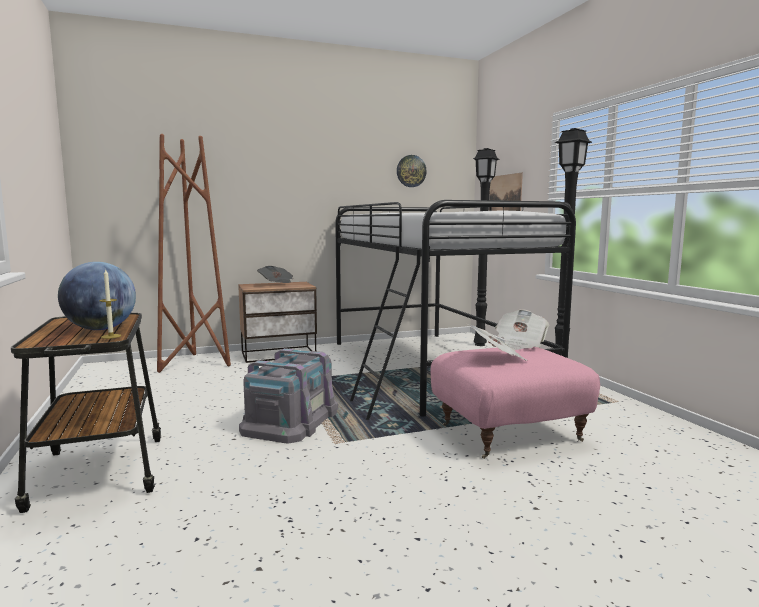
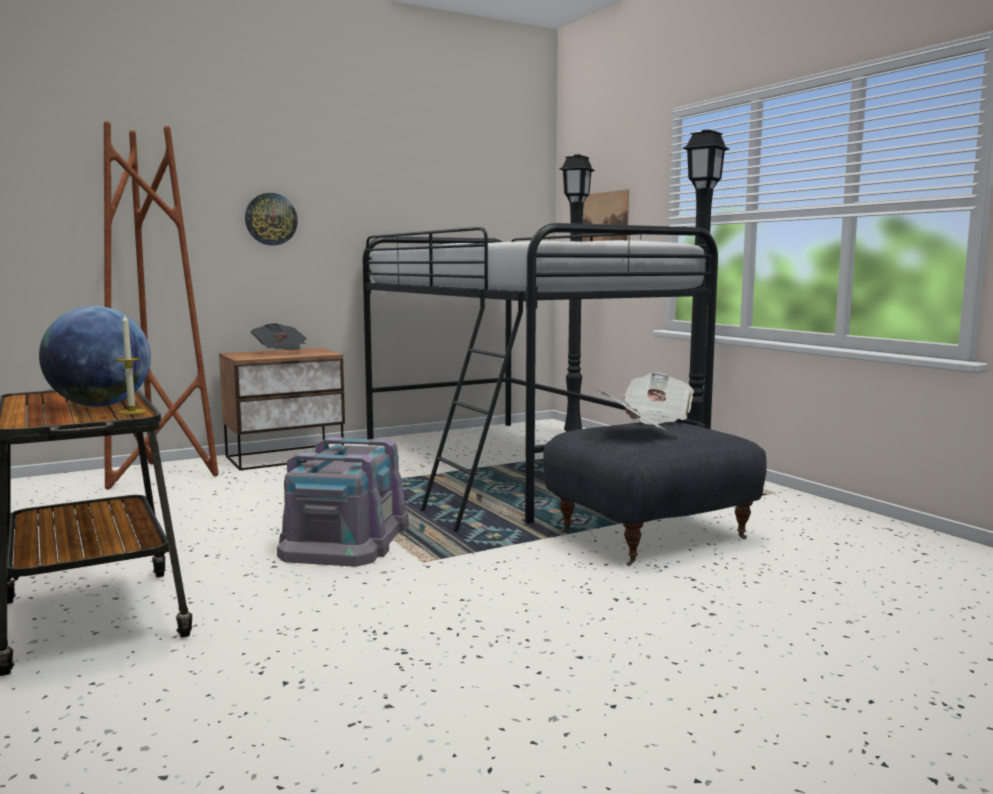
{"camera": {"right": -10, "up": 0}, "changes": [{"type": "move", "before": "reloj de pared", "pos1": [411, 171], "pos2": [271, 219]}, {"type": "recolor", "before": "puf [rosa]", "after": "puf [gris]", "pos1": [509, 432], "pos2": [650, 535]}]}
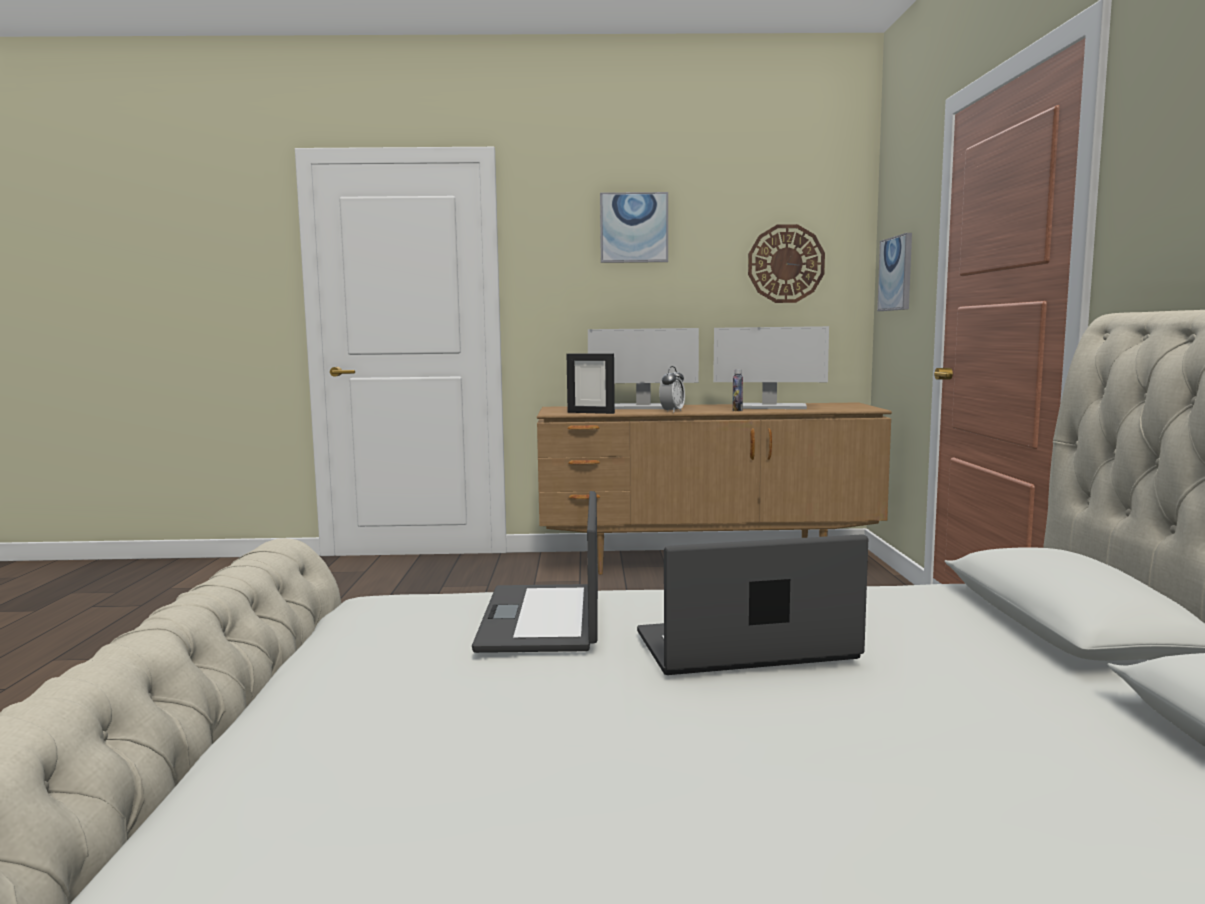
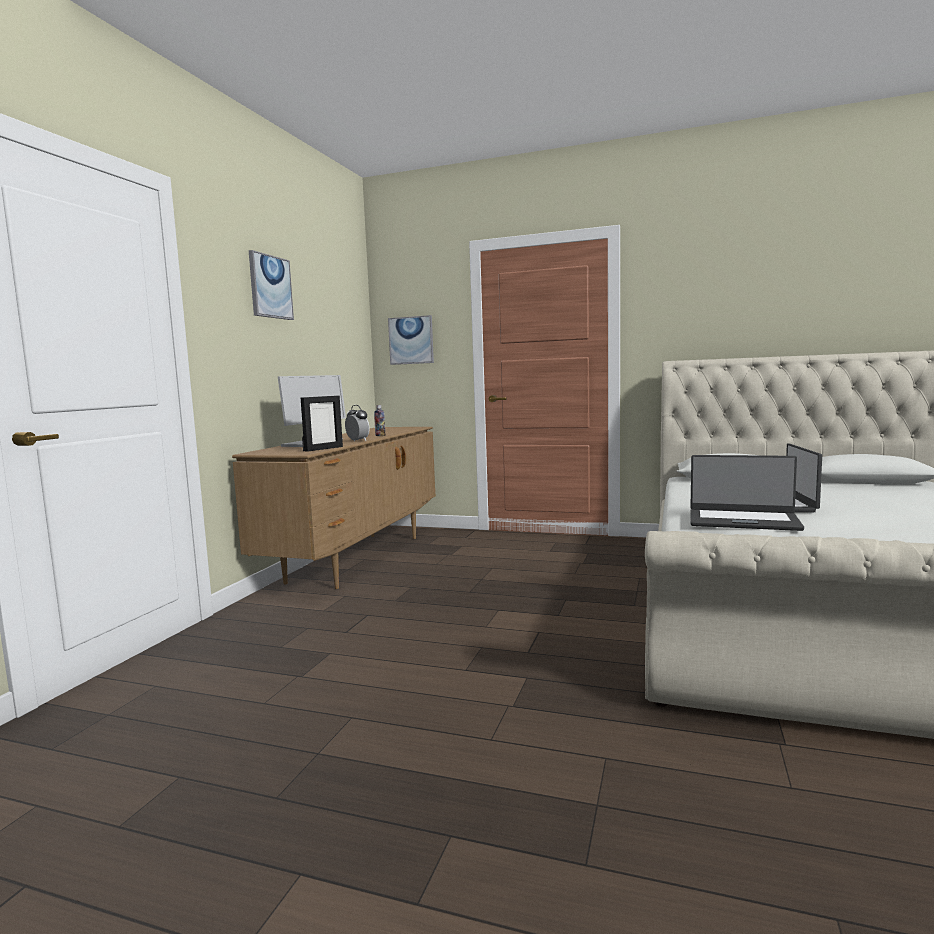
{"camera": {"right": -70, "up": 0}, "changes": [{"type": "delete", "before": "reloj de pared", "pos1": [786, 264]}, {"type": "delete", "before": "monitor", "pos1": [768, 407]}]}
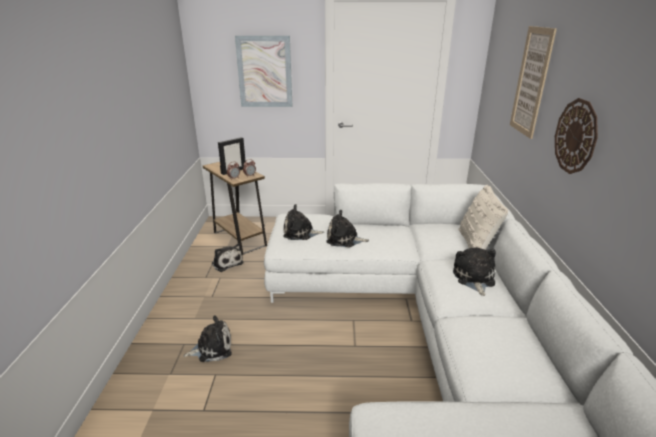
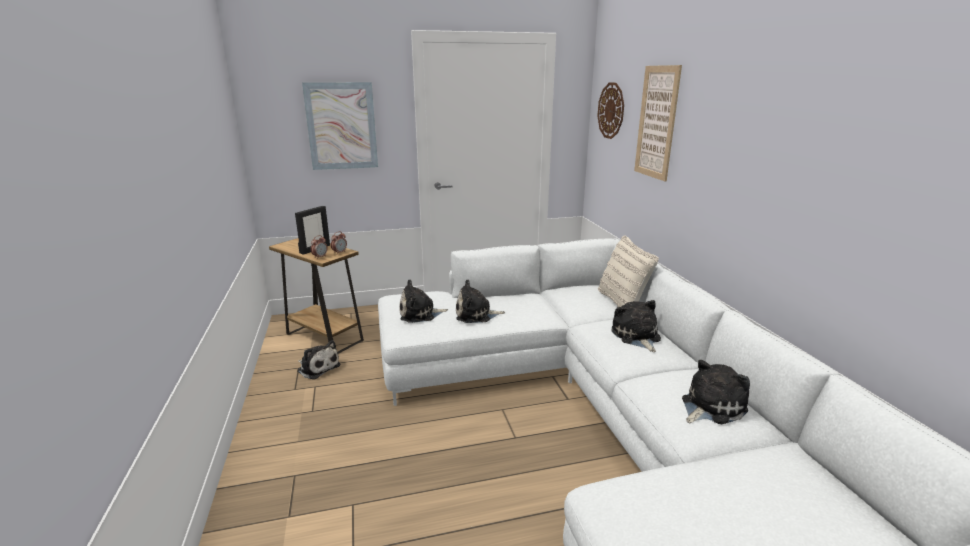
{"camera": {"right": -15, "up": -5}, "changes": [{"type": "move", "before": "reloj de pared", "pos1": [576, 136], "pos2": [611, 110]}, {"type": "move", "before": "peluche", "pos1": [212, 348], "pos2": [710, 406]}]}
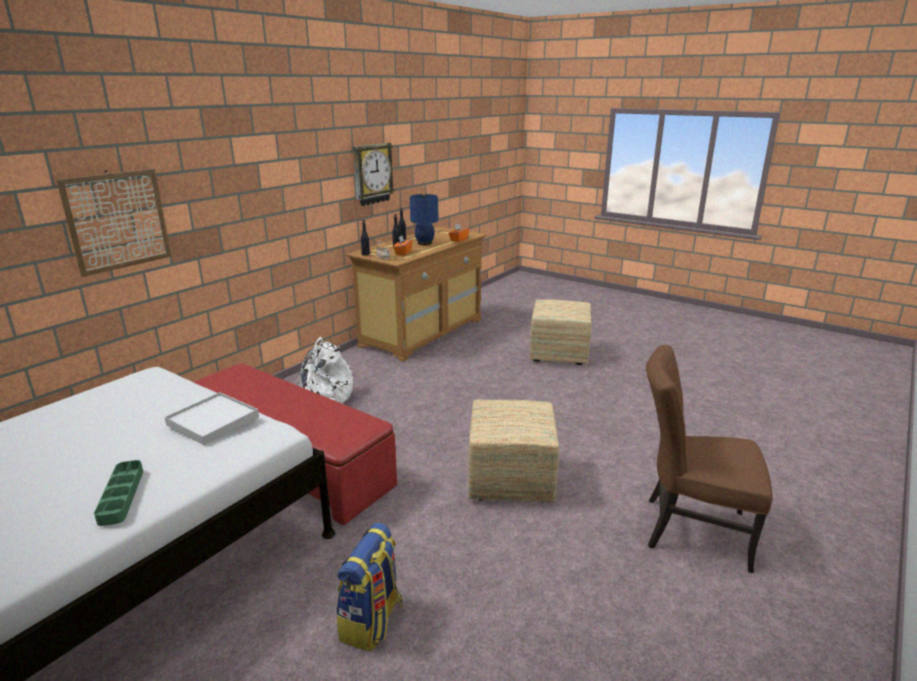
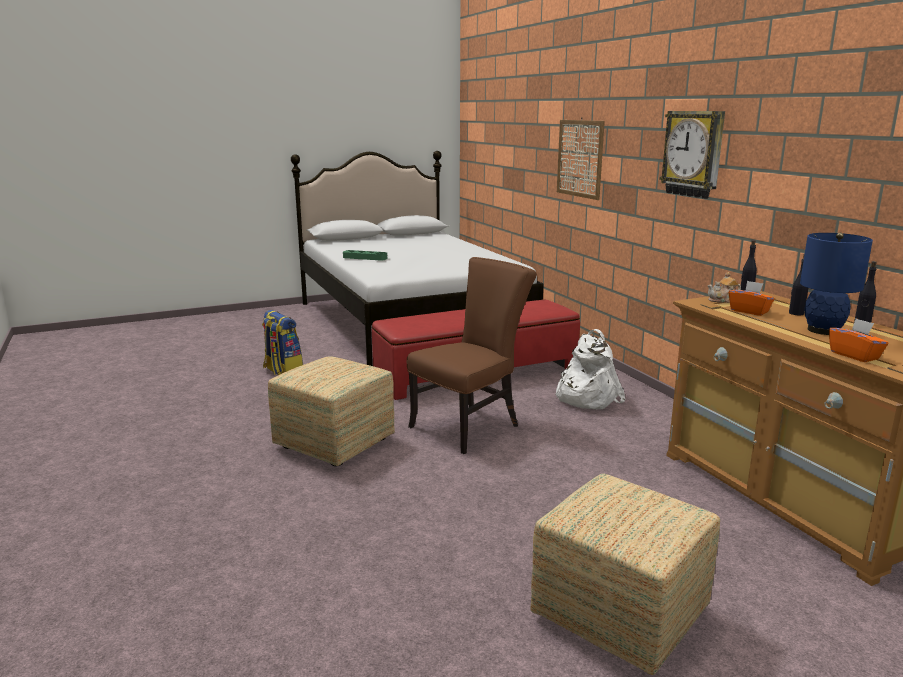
{"camera": {"right": 120, "up": -5}, "changes": [{"type": "move", "before": "reloj de pared", "pos1": [372, 174], "pos2": [693, 154]}, {"type": "move", "before": "silla [marrón]", "pos1": [688, 529], "pos2": [470, 425]}, {"type": "delete", "before": "bandeja [blanco]", "pos1": [213, 421]}]}
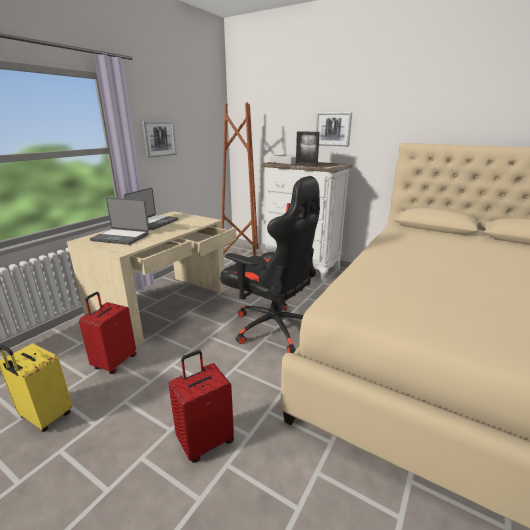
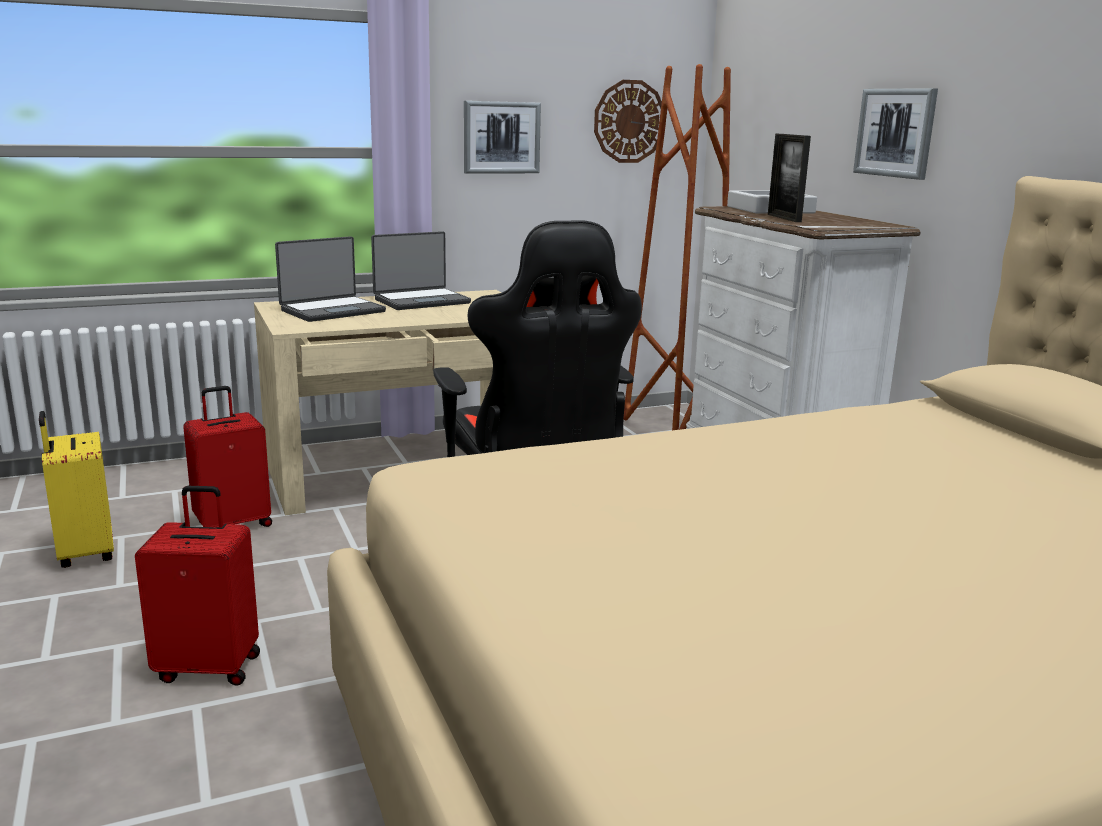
{"camera": {"right": 35, "up": -5}, "changes": [{"type": "rotate", "before": "portátil", "pos1": [121, 237], "pos2": [332, 311], "turn": -90}, {"type": "insert", "after": "reloj de pared", "pos2": [629, 121]}]}
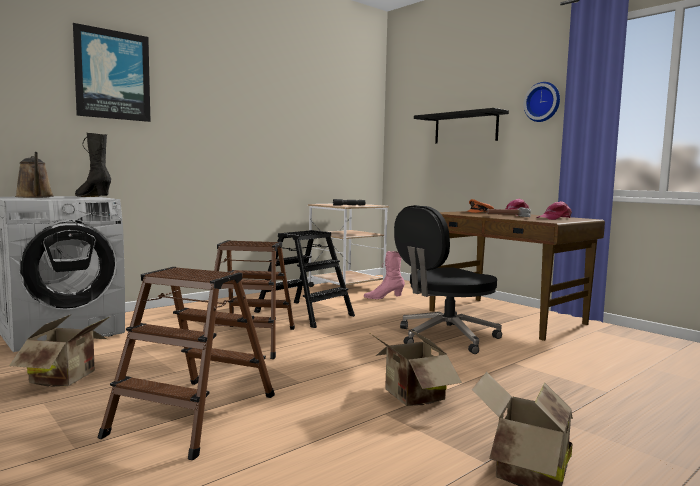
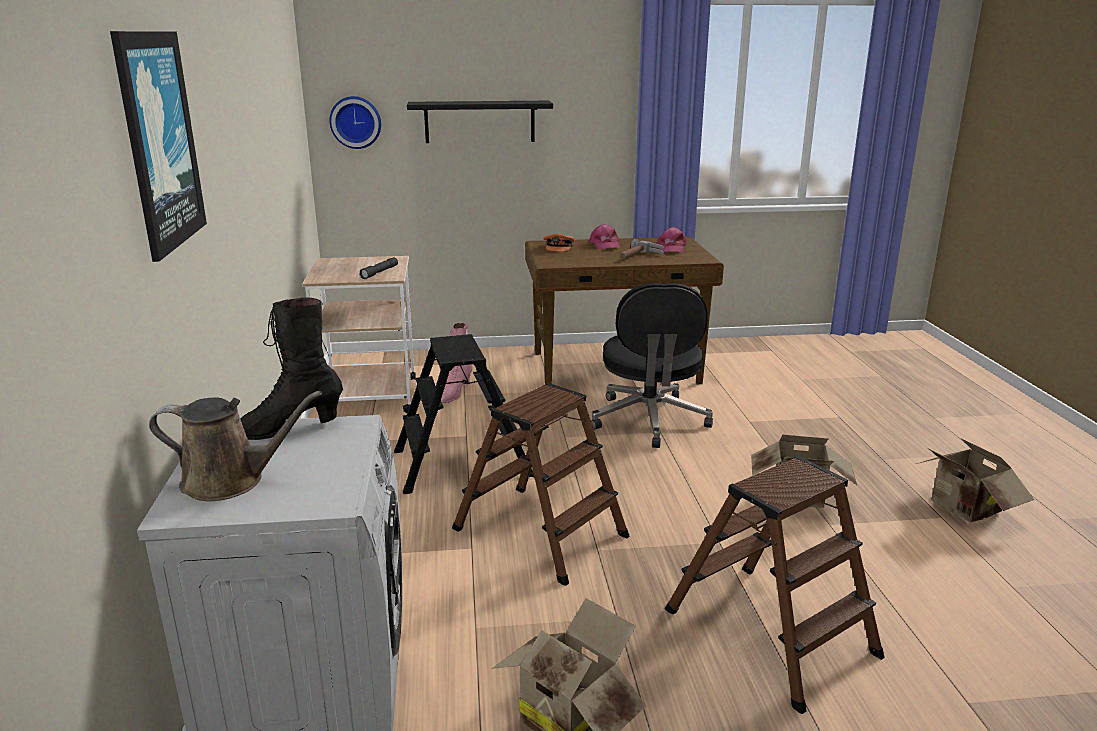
{"camera": {"right": -55, "up": 15}, "changes": [{"type": "move", "before": "reloj de pared", "pos1": [543, 102], "pos2": [356, 122]}]}
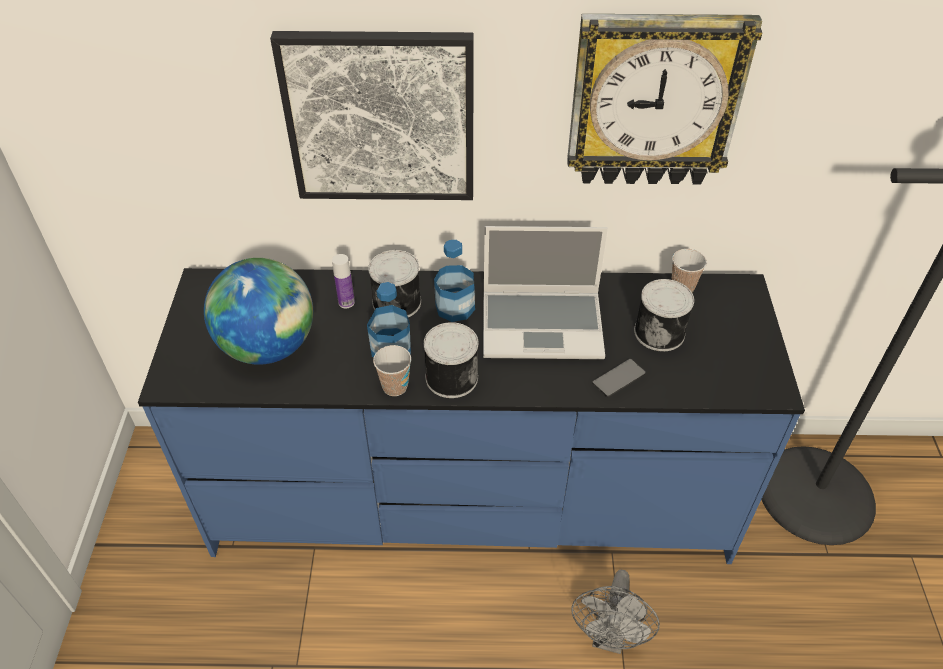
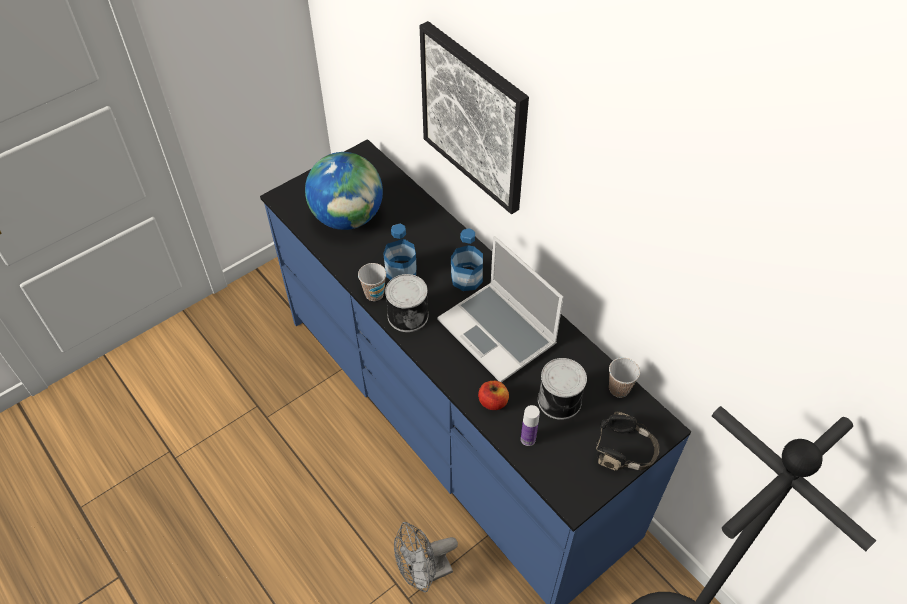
{"camera": {"right": 50, "up": 5}, "changes": [{"type": "delete", "before": "reloj de pared", "pos1": [654, 101]}, {"type": "delete", "before": "lata", "pos1": [397, 301]}, {"type": "move", "before": "botella", "pos1": [346, 302], "pos2": [528, 439]}, {"type": "replace", "before": "móvil", "after": "manzana", "pos1": [618, 378], "pos2": [493, 402]}, {"type": "insert", "after": "auriculares [negro]", "pos2": [625, 451]}]}
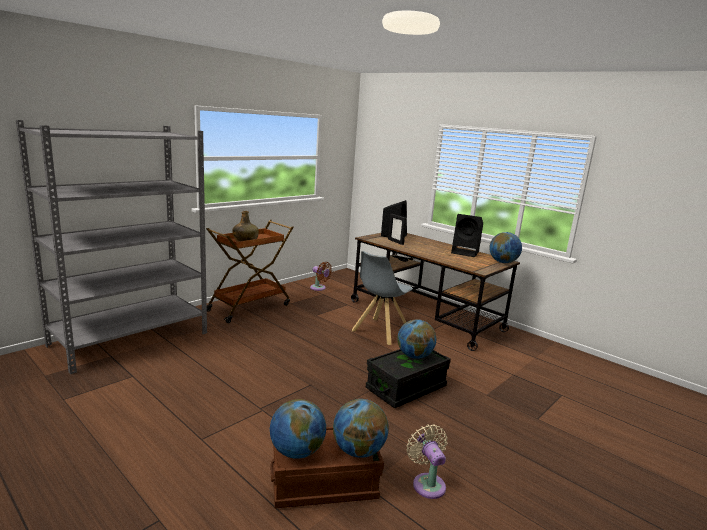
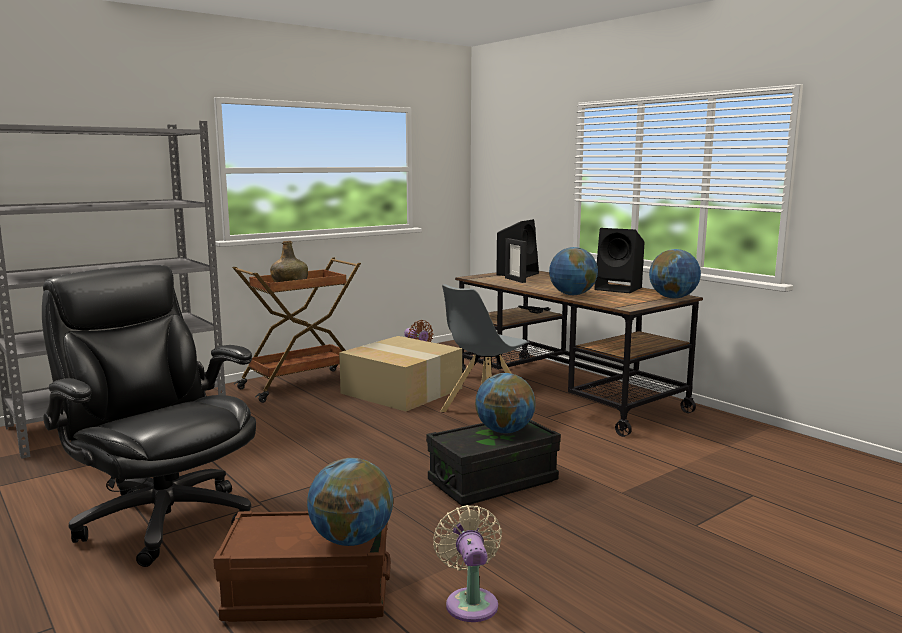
{"camera": {"right": 10, "up": -5}, "changes": [{"type": "move", "before": "globo terráqueo", "pos1": [297, 451], "pos2": [572, 295]}, {"type": "insert", "after": "silla de oficina [negro]", "pos2": [164, 519]}, {"type": "insert", "after": "caja de cartón", "pos2": [399, 391]}]}
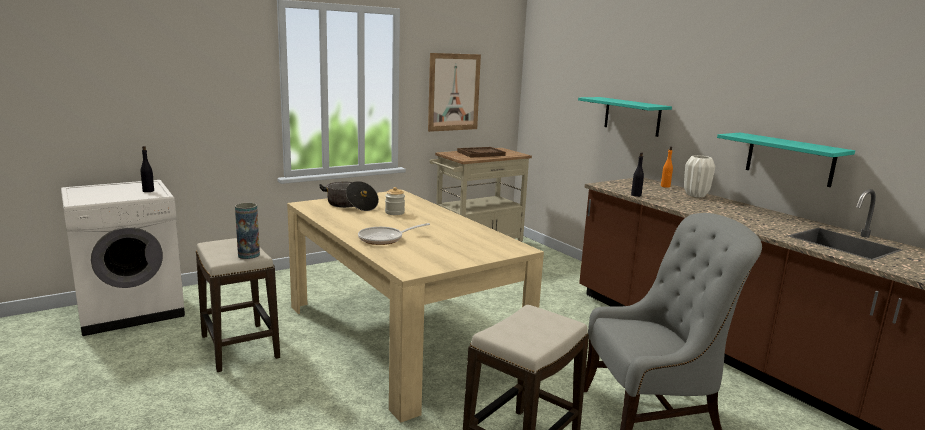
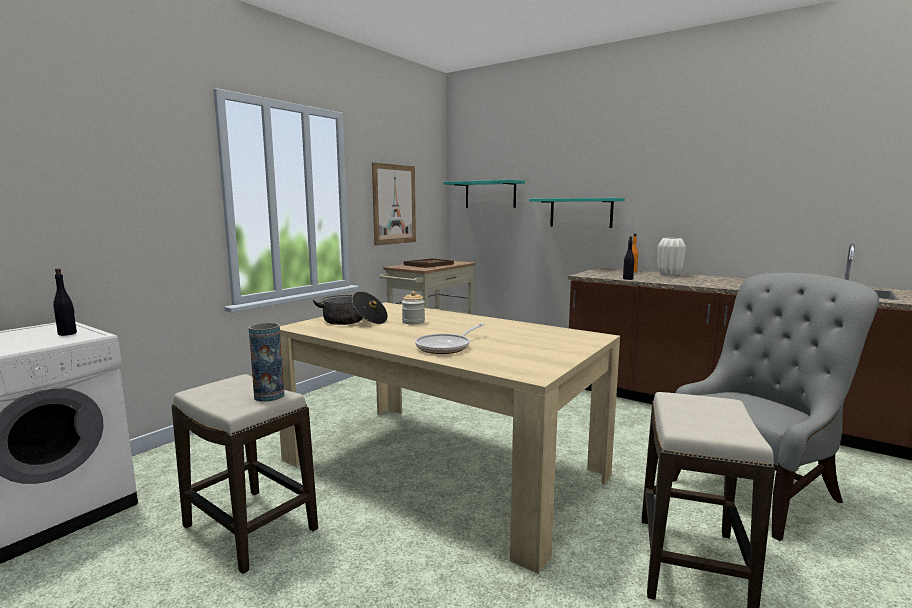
{"camera": {"right": -20, "up": -5}, "changes": [{"type": "move", "before": "estante [turquesa]", "pos1": [789, 159], "pos2": [490, 194]}]}
